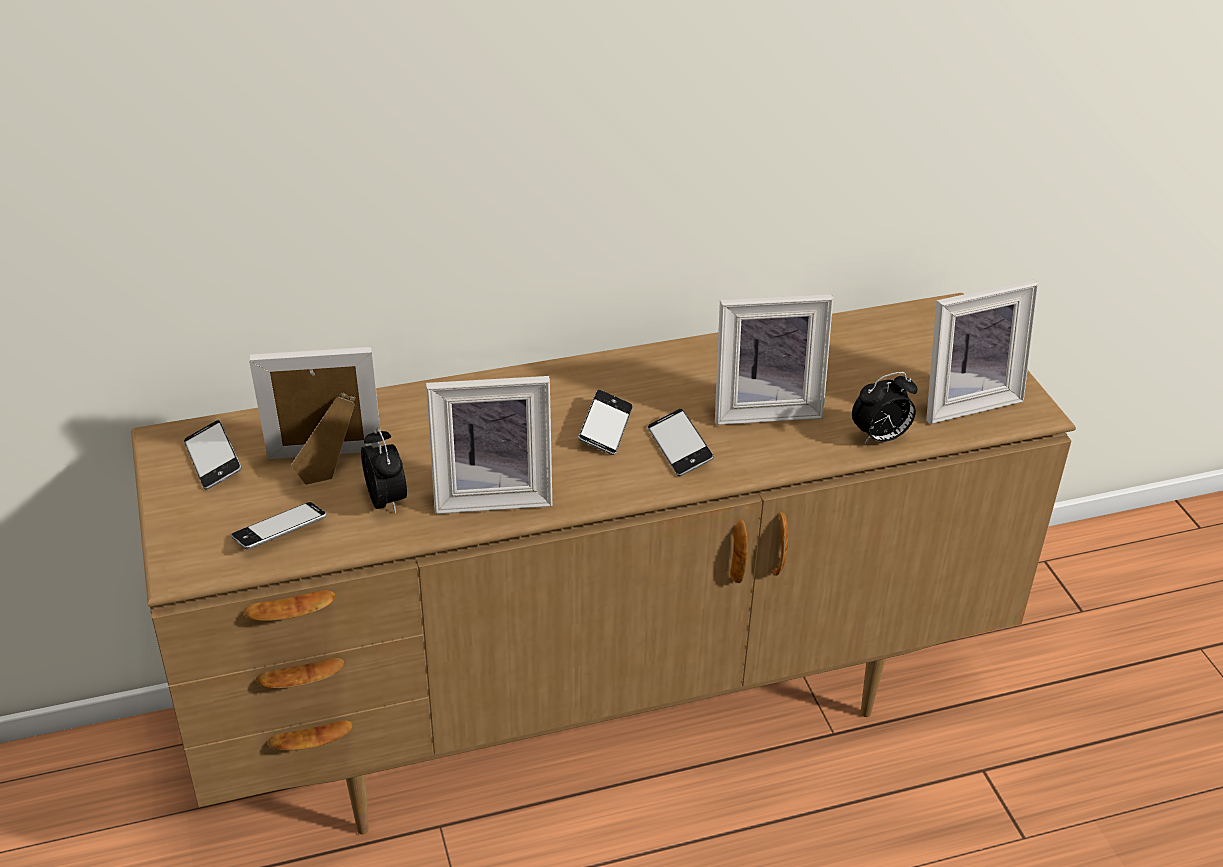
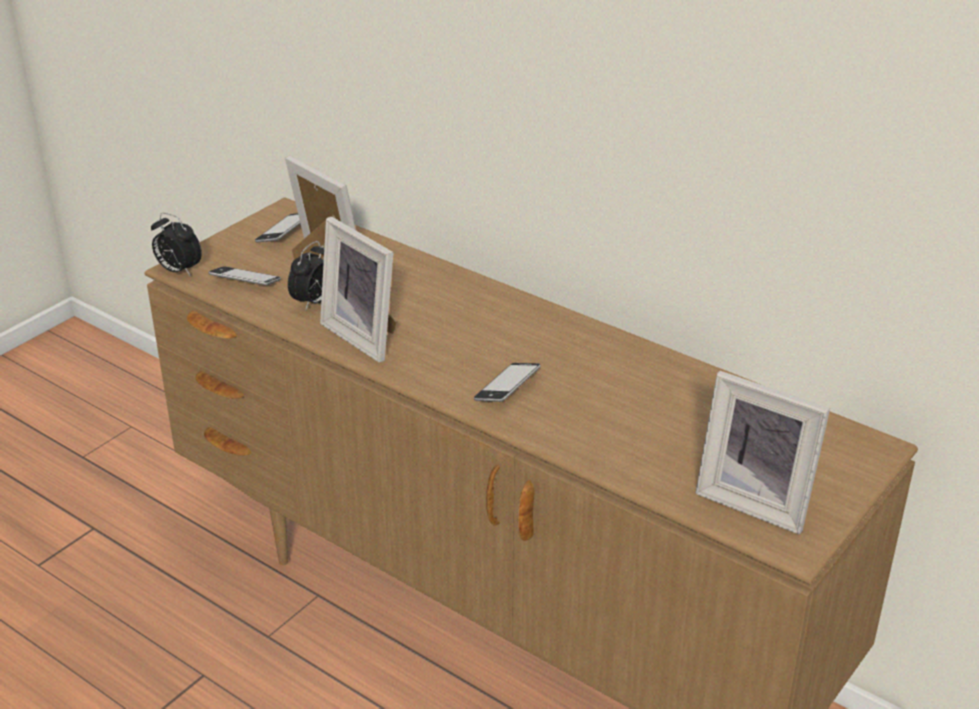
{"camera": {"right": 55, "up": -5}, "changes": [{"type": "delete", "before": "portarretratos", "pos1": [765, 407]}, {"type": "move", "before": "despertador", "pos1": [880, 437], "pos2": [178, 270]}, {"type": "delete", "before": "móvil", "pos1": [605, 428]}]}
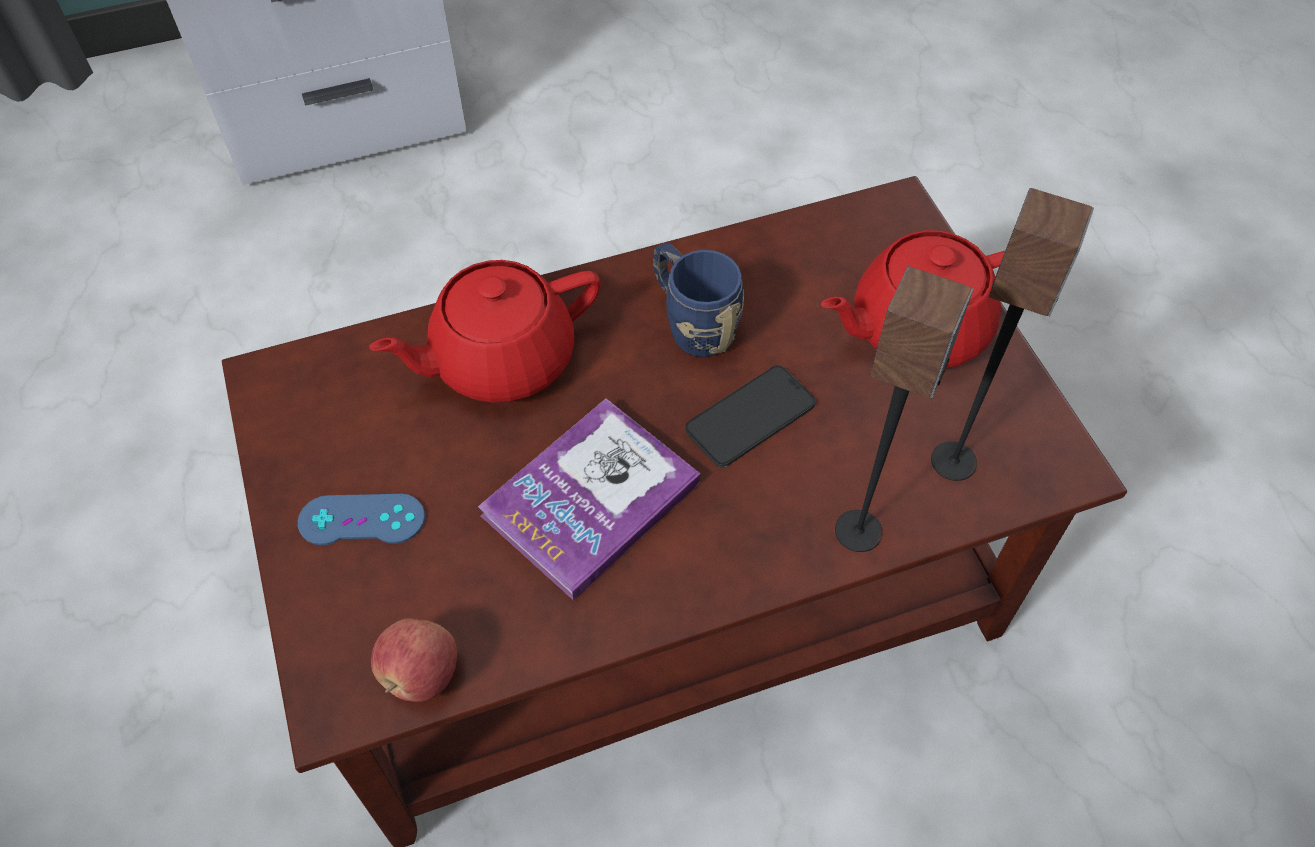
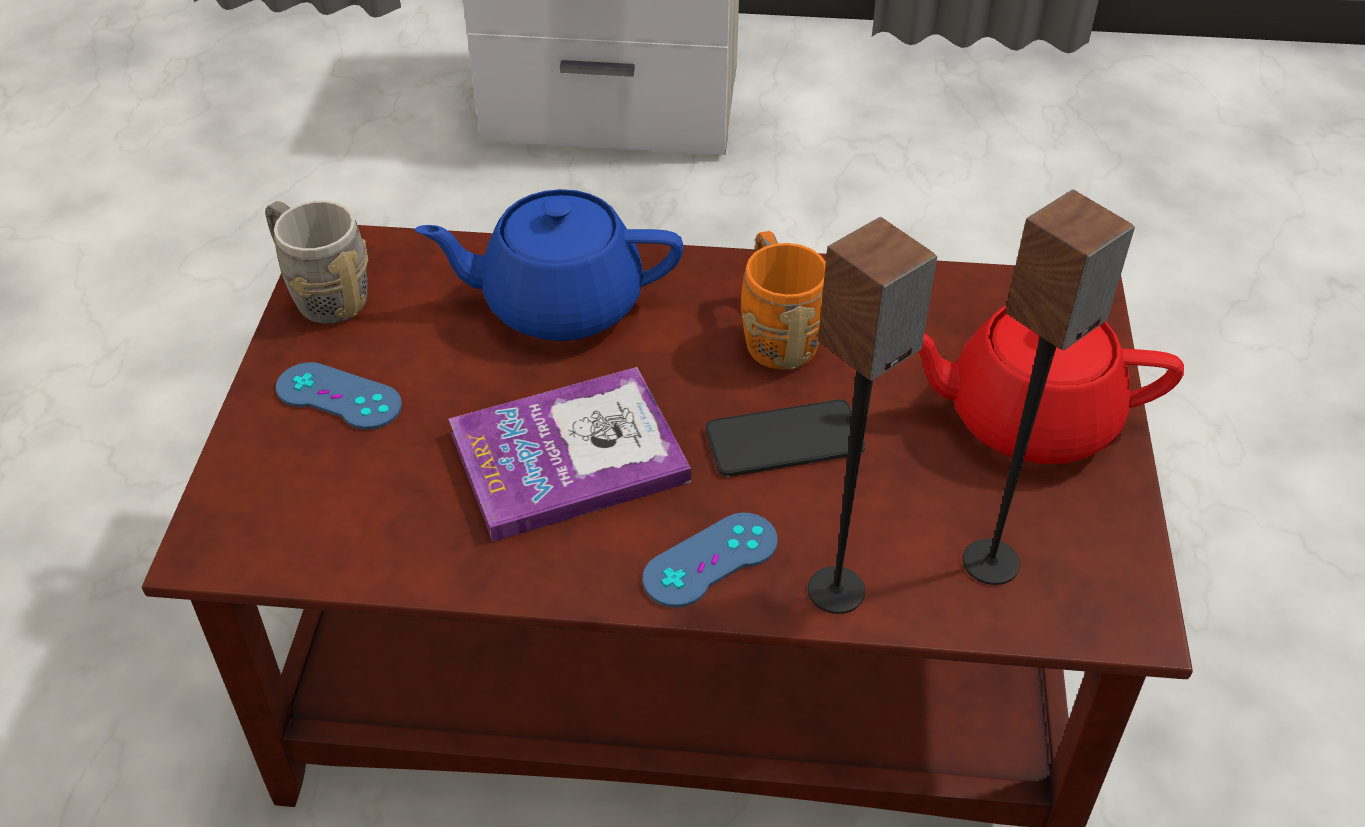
{"camera": {"right": 25, "up": -10}, "changes": [{"type": "recolor", "before": "taza grande [azul]", "after": "taza grande [naranja]", "pos1": [692, 323], "pos2": [776, 333]}, {"type": "recolor", "before": "tetera [rojo]", "after": "tetera [azul]", "pos1": [500, 359], "pos2": [559, 303]}, {"type": "delete", "before": "manzana", "pos1": [420, 674]}, {"type": "insert", "after": "taza grande [gris]", "pos2": [321, 293]}, {"type": "insert", "after": "mando de consola [azul]", "pos2": [710, 560]}]}
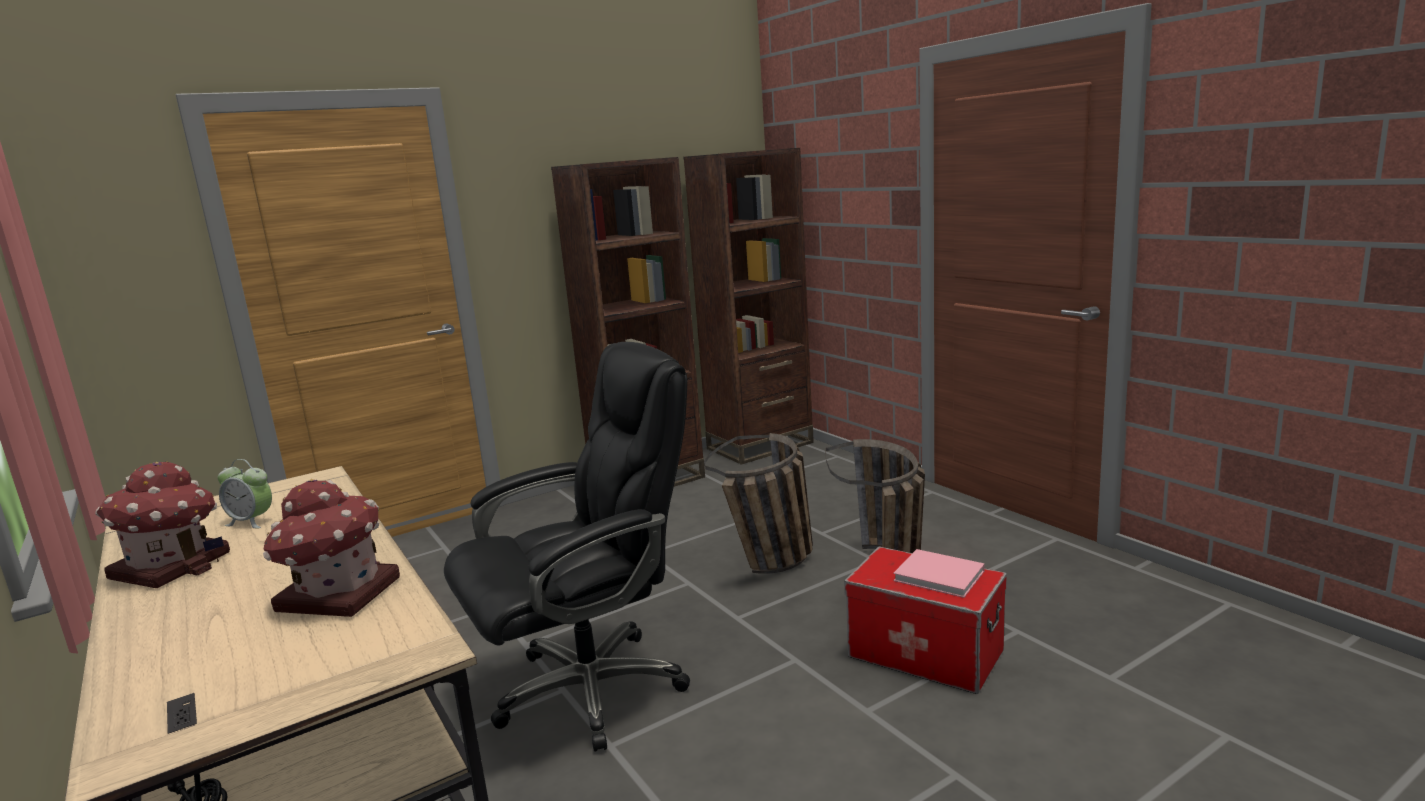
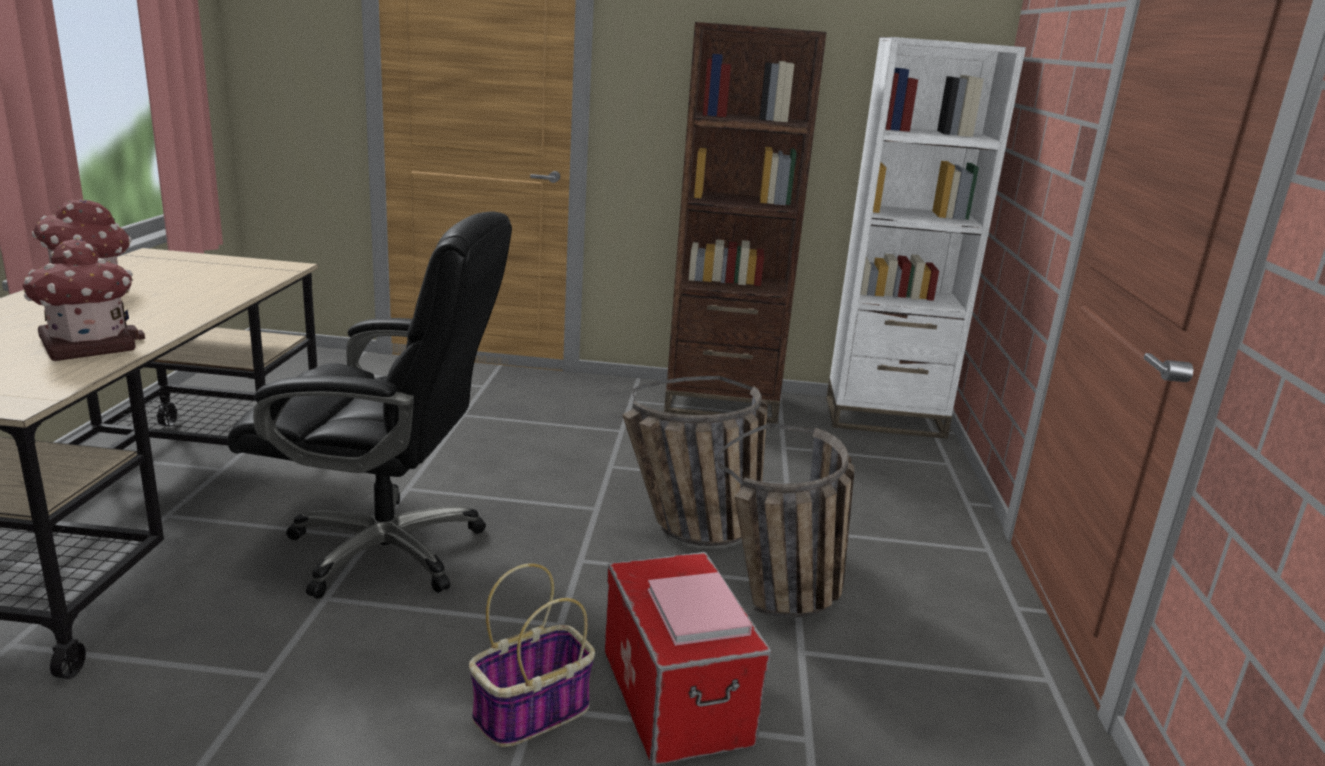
{"camera": {"right": 35, "up": 5}, "changes": [{"type": "recolor", "before": "estantería [marrón]", "after": "estantería [blanco]", "pos1": [760, 446], "pos2": [884, 418]}, {"type": "delete", "before": "despertador", "pos1": [251, 521]}, {"type": "insert", "after": "cesta", "pos2": [531, 713]}]}
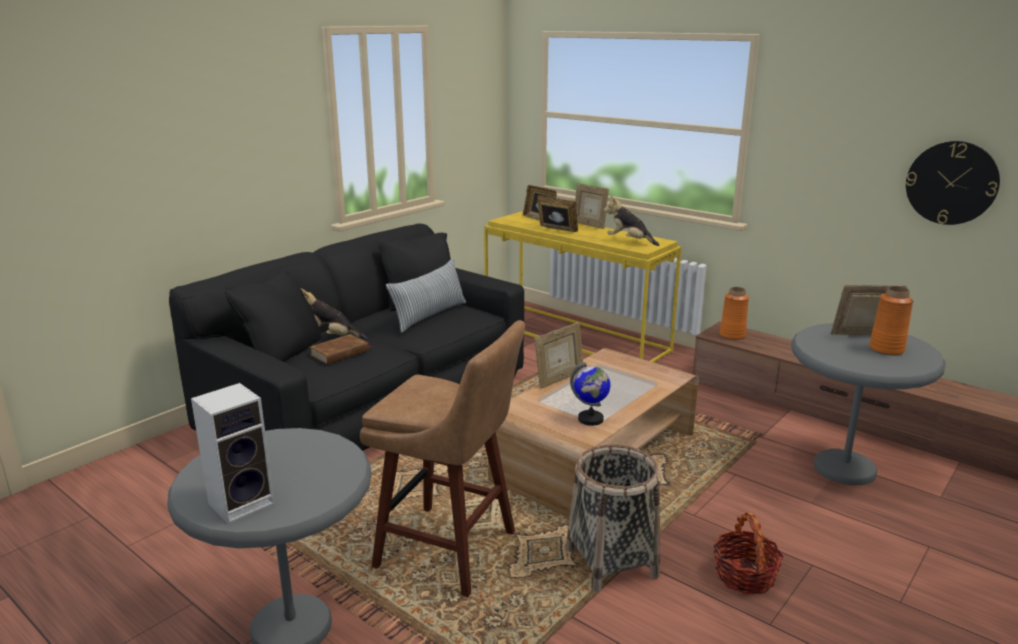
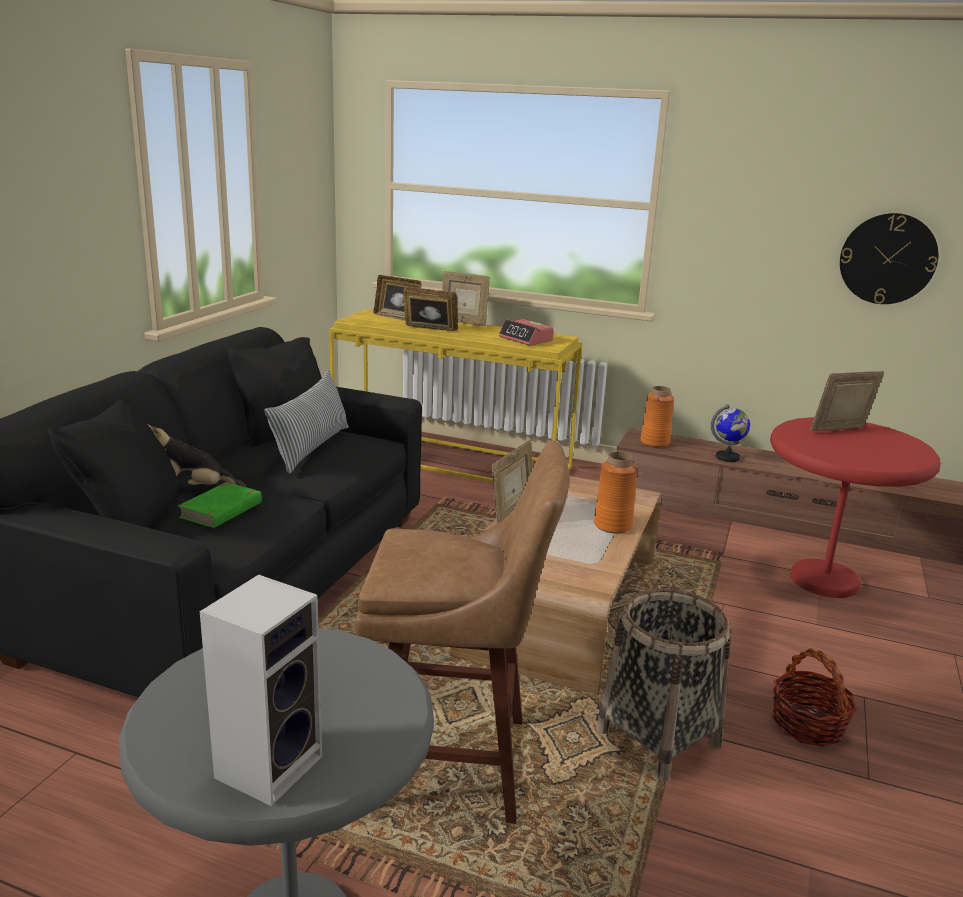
{"camera": {"right": -20, "up": 0}, "changes": [{"type": "replace", "before": "peluche", "after": "despertador", "pos1": [629, 241], "pos2": [526, 339]}, {"type": "move", "before": "florero [naranja]", "pos1": [886, 349], "pos2": [612, 525]}, {"type": "recolor", "before": "mesa auxiliar [gris]", "after": "mesa auxiliar [rojo]", "pos1": [844, 469], "pos2": [824, 580]}, {"type": "recolor", "before": "libro [marrón]", "after": "libro [verde]", "pos1": [340, 353], "pos2": [222, 510]}, {"type": "move", "before": "globo terráqueo", "pos1": [590, 419], "pos2": [727, 458]}]}
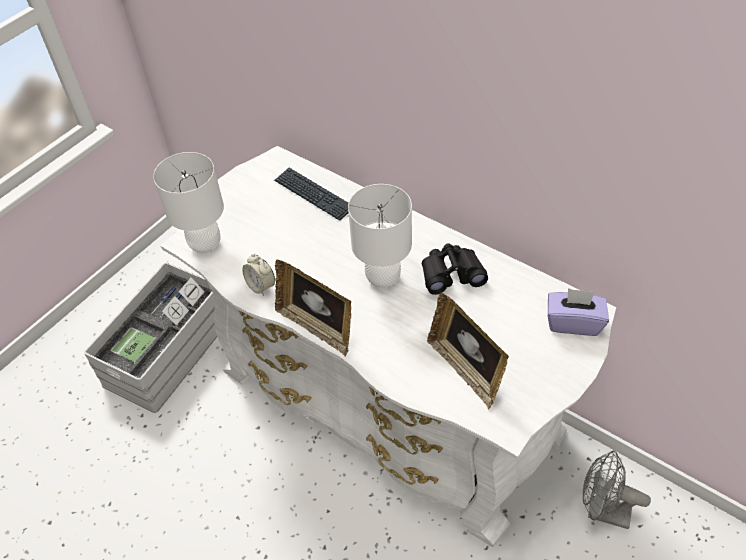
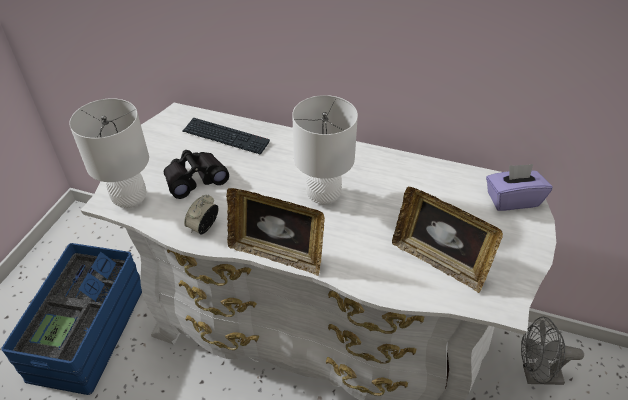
{"camera": {"right": -20, "up": -5}, "changes": [{"type": "move", "before": "prismáticos [negro]", "pos1": [451, 274], "pos2": [195, 179]}, {"type": "rotate", "before": "despertador", "pos1": [261, 286], "pos2": [204, 227], "turn": 90}, {"type": "recolor", "before": "caja de almacenaje [gris]", "after": "caja de almacenaje [azul]", "pos1": [166, 350], "pos2": [86, 330]}]}
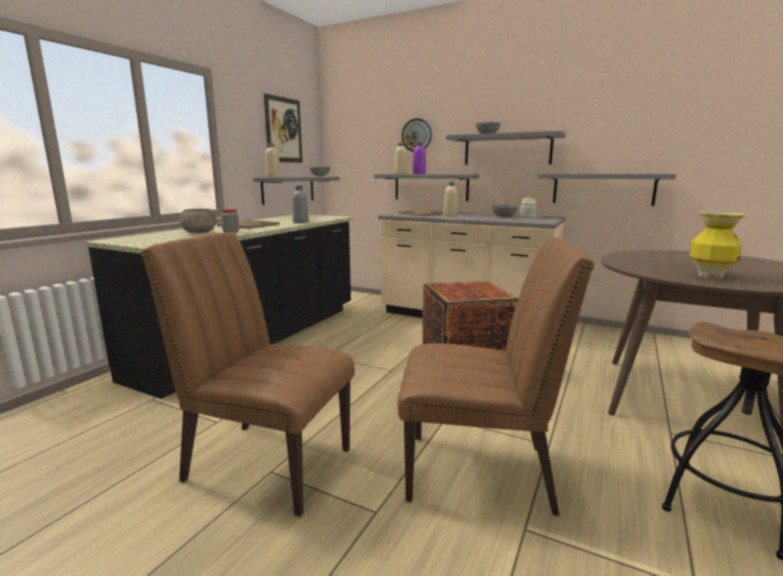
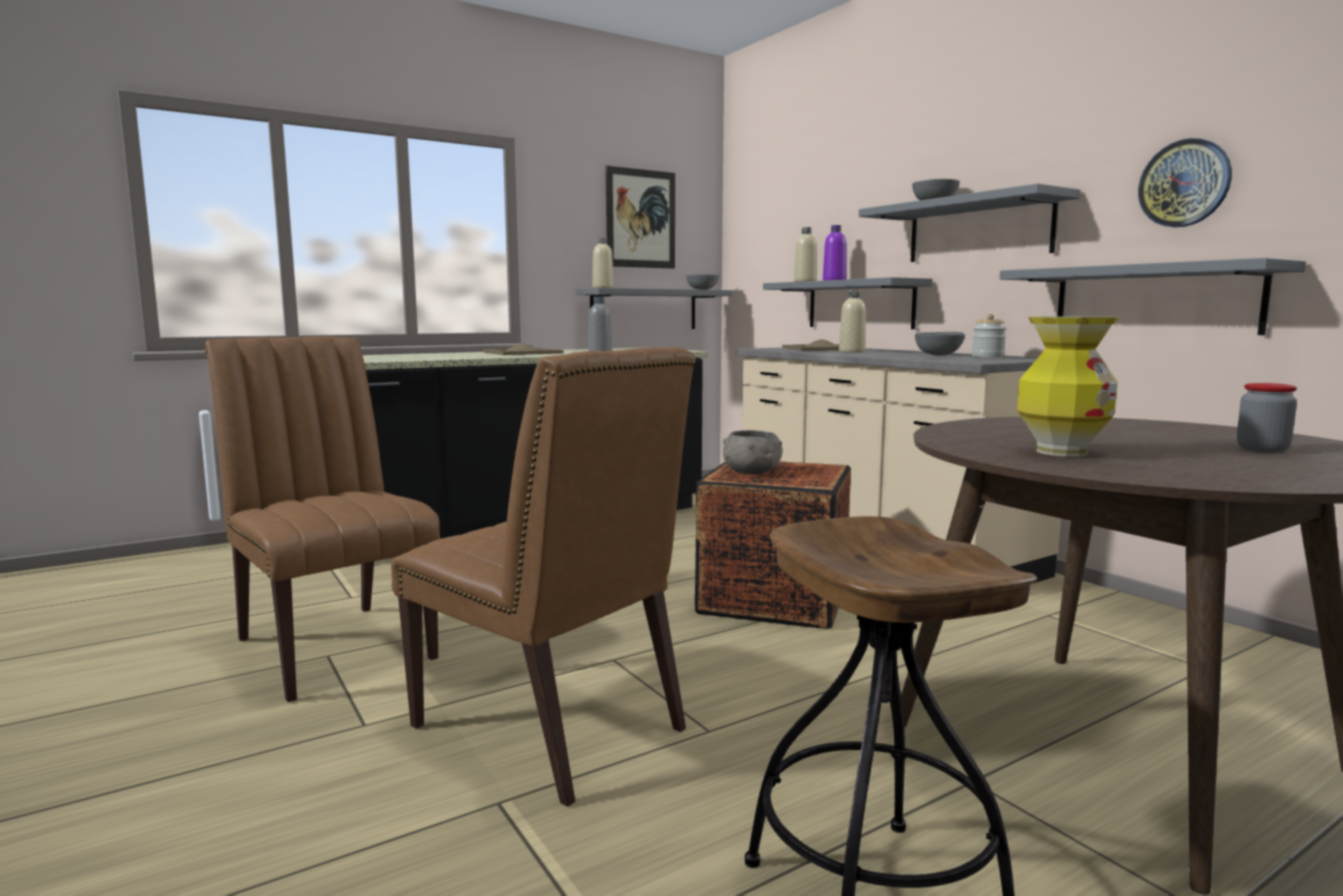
{"camera": {"right": 30, "up": -5}, "changes": [{"type": "move", "before": "reloj de pared", "pos1": [417, 135], "pos2": [1184, 183]}, {"type": "move", "before": "cuenco [gris]", "pos1": [199, 232], "pos2": [752, 472]}, {"type": "move", "before": "tarro", "pos1": [231, 232], "pos2": [1262, 449]}]}
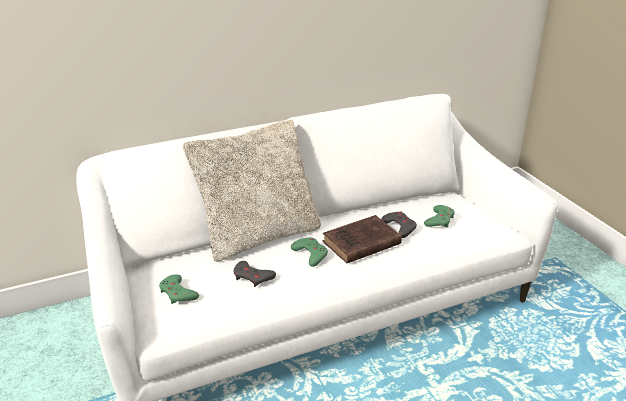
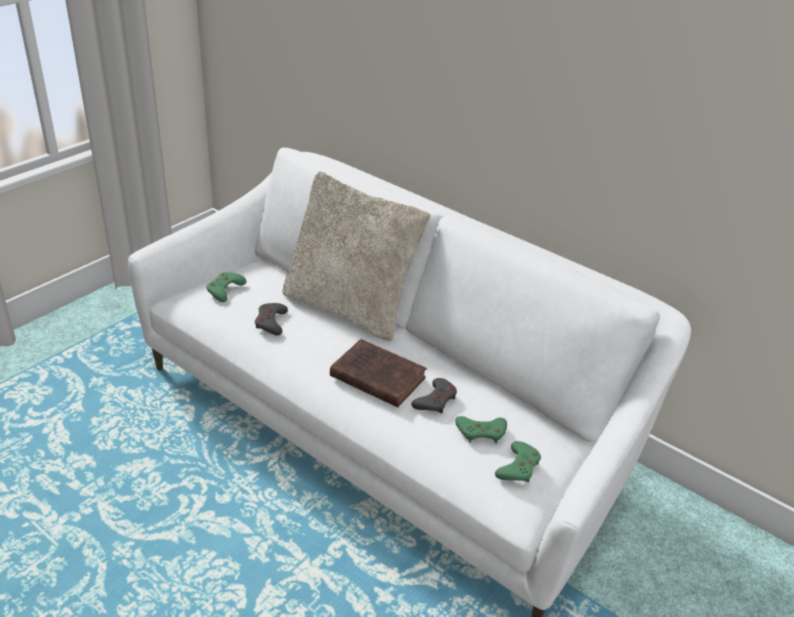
{"camera": {"right": 60, "up": 5}, "changes": [{"type": "move", "before": "mando de consola [verde]", "pos1": [310, 254], "pos2": [518, 467]}]}
